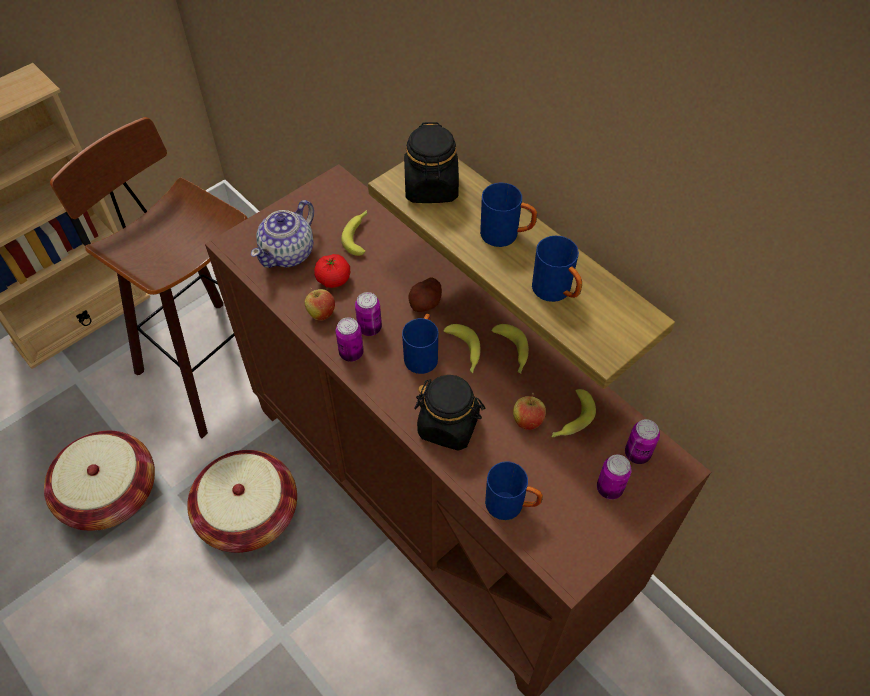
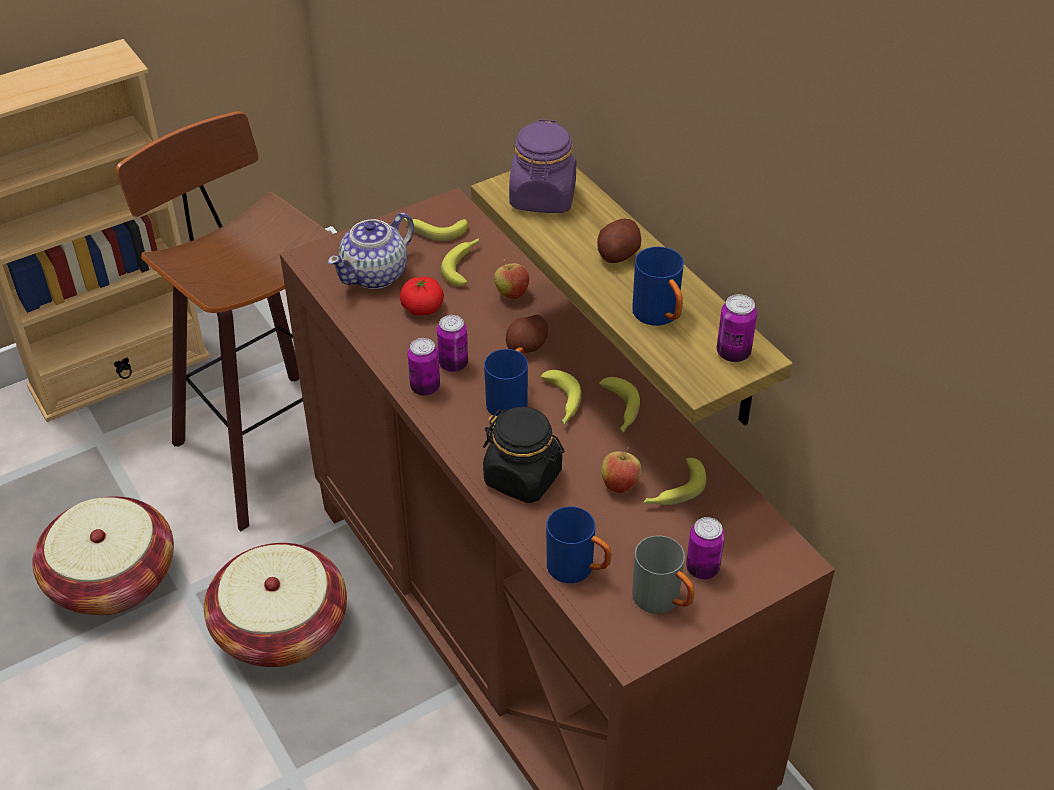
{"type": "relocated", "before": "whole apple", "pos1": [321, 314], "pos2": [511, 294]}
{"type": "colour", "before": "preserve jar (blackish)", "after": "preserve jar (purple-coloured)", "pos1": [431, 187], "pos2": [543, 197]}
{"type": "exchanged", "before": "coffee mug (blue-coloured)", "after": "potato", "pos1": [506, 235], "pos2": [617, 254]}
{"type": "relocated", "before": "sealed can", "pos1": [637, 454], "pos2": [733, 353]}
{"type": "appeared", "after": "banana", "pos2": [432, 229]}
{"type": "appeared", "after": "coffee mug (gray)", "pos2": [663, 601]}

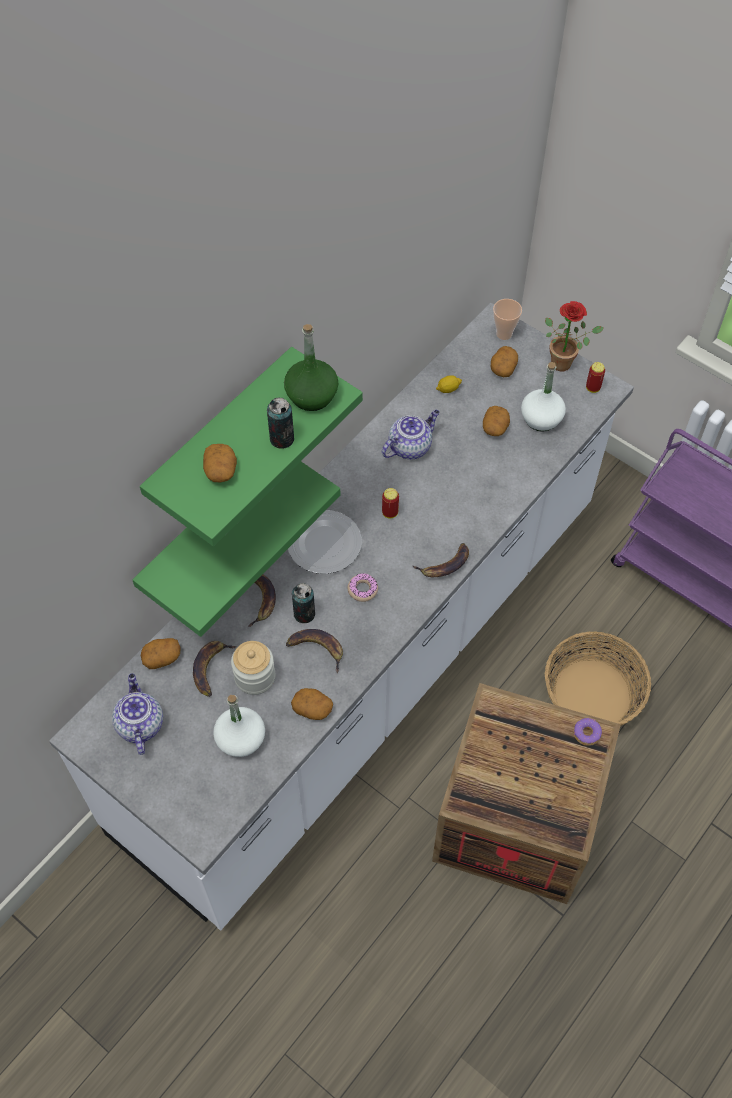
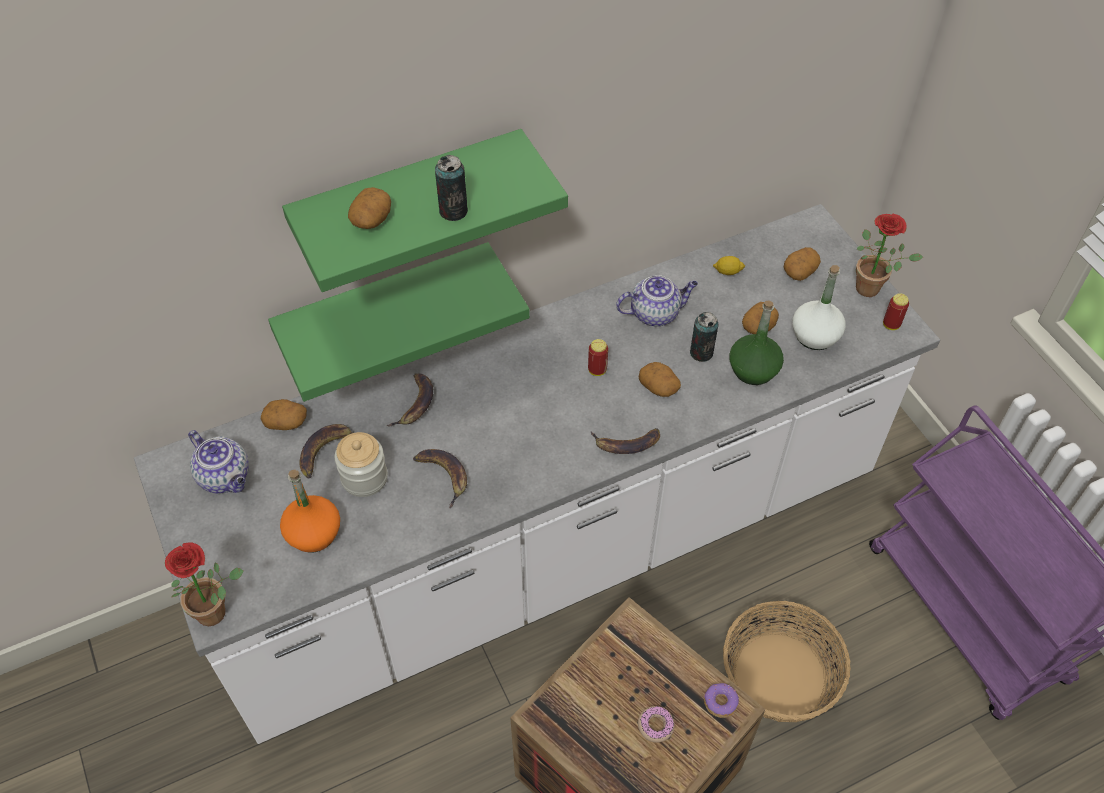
{"type": "spun", "before": "pot for tea", "pos1": [139, 724], "pos2": [226, 477], "turn": 120}
{"type": "colour", "before": "drink bottle (white)", "after": "drink bottle (orange)", "pos1": [240, 738], "pos2": [313, 533]}
{"type": "relocated", "before": "drink bottle (green)", "pos1": [311, 395], "pos2": [753, 369]}
{"type": "missing", "before": "flat dish", "pos1": [323, 543]}
{"type": "relocated", "before": "potato", "pos1": [313, 708], "pos2": [659, 387]}
{"type": "relocated", "before": "sealed can", "pos1": [304, 614], "pos2": [701, 353]}
{"type": "relocated", "before": "donut", "pos1": [362, 589], "pos2": [655, 726]}
{"type": "missing", "before": "drinking cup", "pos1": [504, 334]}
{"type": "appeared", "after": "houseplant", "pos2": [217, 610]}

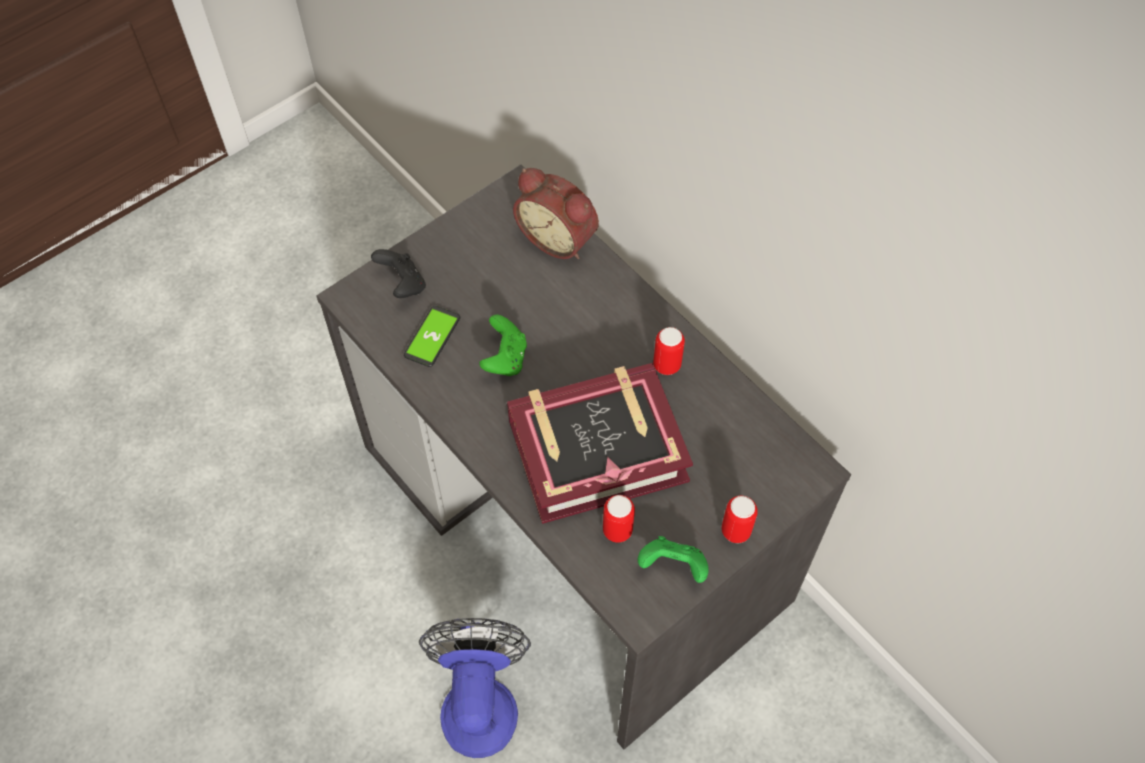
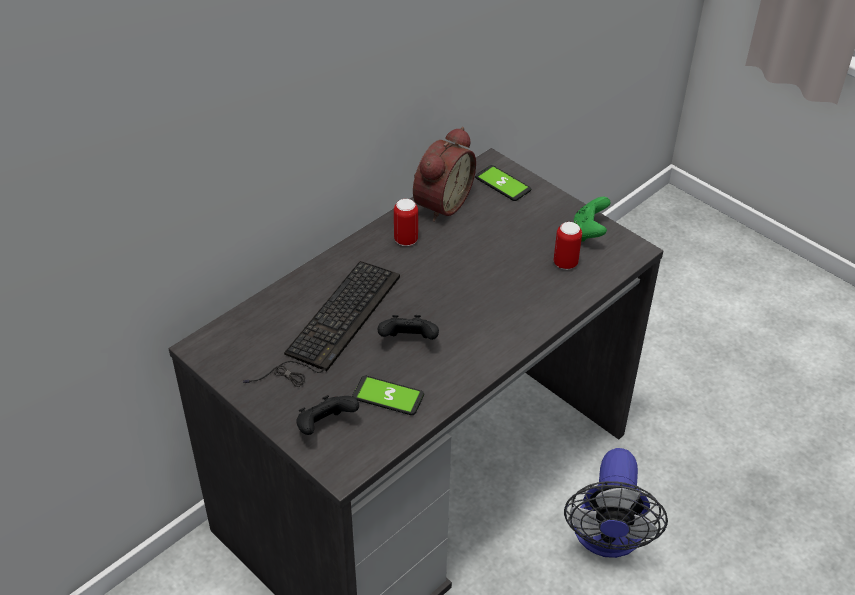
{"type": "spun", "before": "cooling fan", "pos1": [479, 701], "pos2": [607, 539], "turn": -75}
{"type": "colour", "before": "game controller (green)", "after": "game controller (blackish)", "pos1": [505, 359], "pos2": [409, 341]}
{"type": "missing", "before": "bound book", "pos1": [597, 449]}
{"type": "relocated", "before": "bedside clock", "pos1": [559, 237], "pos2": [440, 203]}
{"type": "missing", "before": "sealed can", "pos1": [736, 531]}
{"type": "appeared", "after": "computer keyboard", "pos2": [331, 326]}
{"type": "appeared", "after": "telephone", "pos2": [503, 184]}

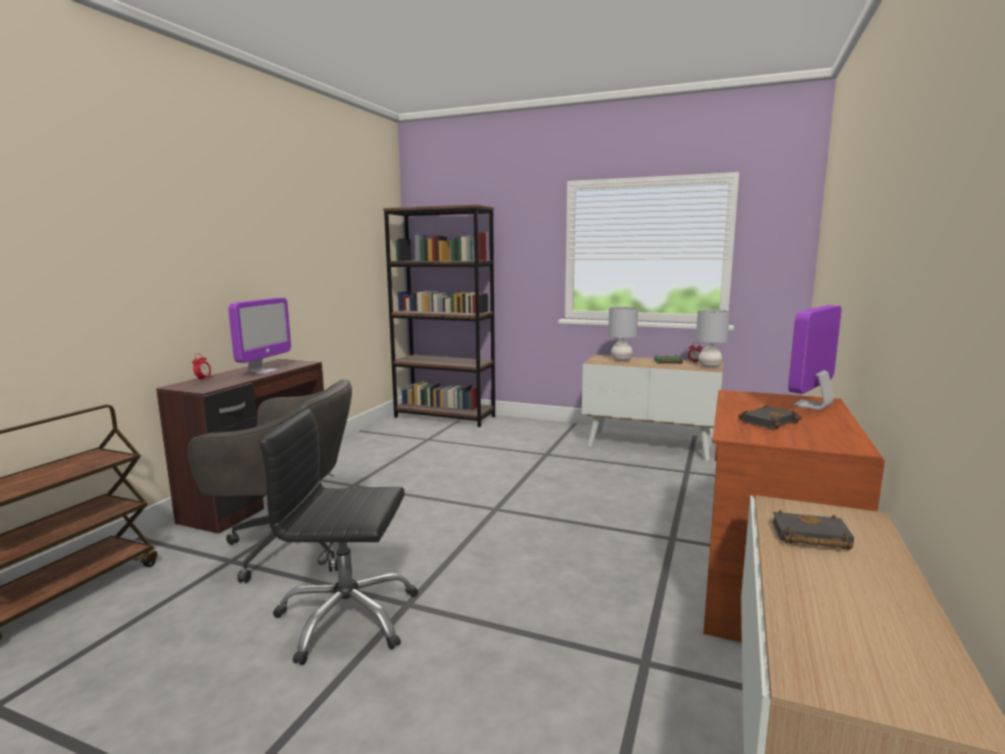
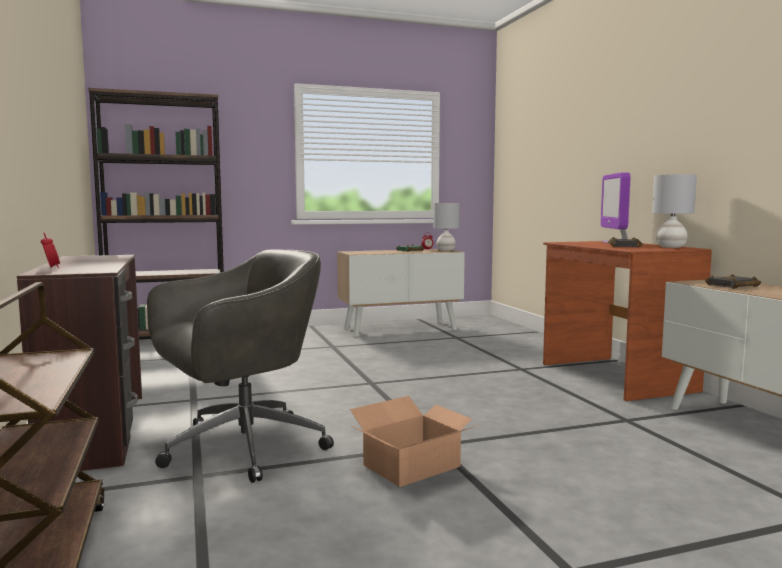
{"type": "missing", "before": "computer display", "pos1": [264, 371]}
{"type": "exchanged", "before": "office chair (blackish)", "after": "packing box", "pos1": [347, 617], "pos2": [410, 466]}
{"type": "relocated", "before": "lamp for a table (gray)", "pos1": [621, 360], "pos2": [671, 247]}

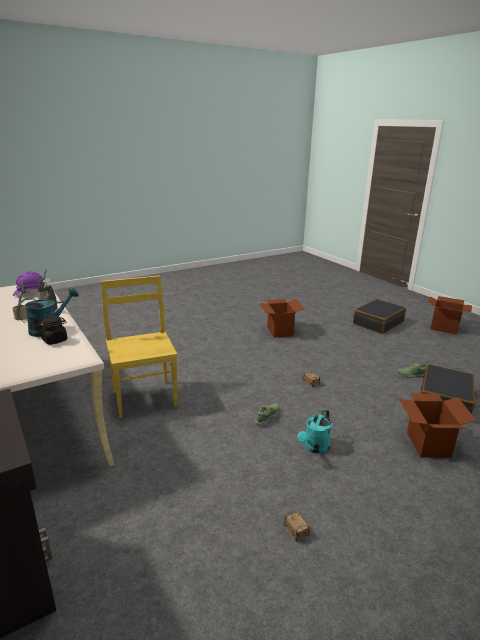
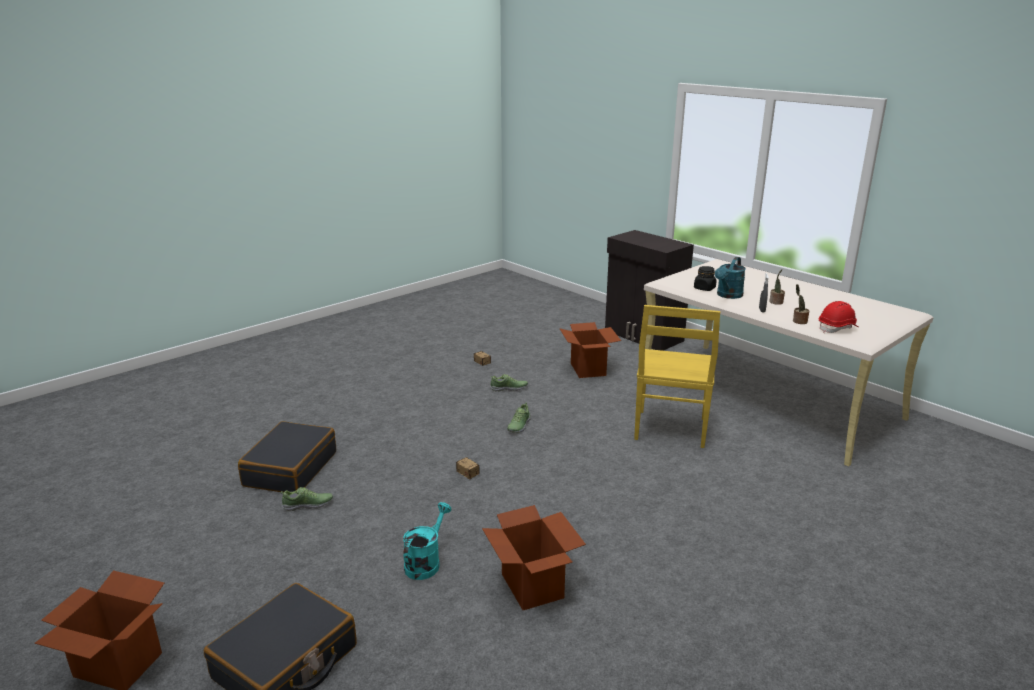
{"type": "colour", "before": "work helmet (purple-coloured)", "after": "work helmet (reddish)", "pos1": [30, 292], "pos2": [837, 328]}
{"type": "spun", "before": "plain chair (yellow-coloured)", "pos1": [144, 397], "pos2": [670, 430], "turn": 45}
{"type": "relocated", "before": "watering pot (blue-green)", "pos1": [314, 448], "pos2": [425, 562]}
{"type": "relocated", "before": "packing box", "pos1": [428, 444], "pos2": [588, 369]}
{"type": "appeared", "after": "item of footwear", "pos2": [509, 388]}

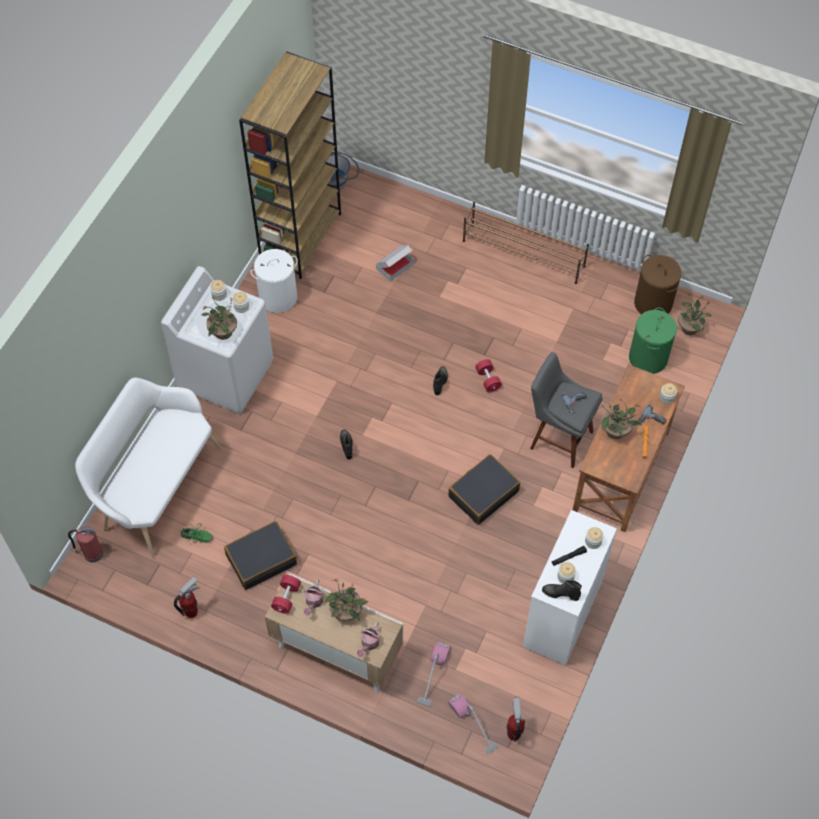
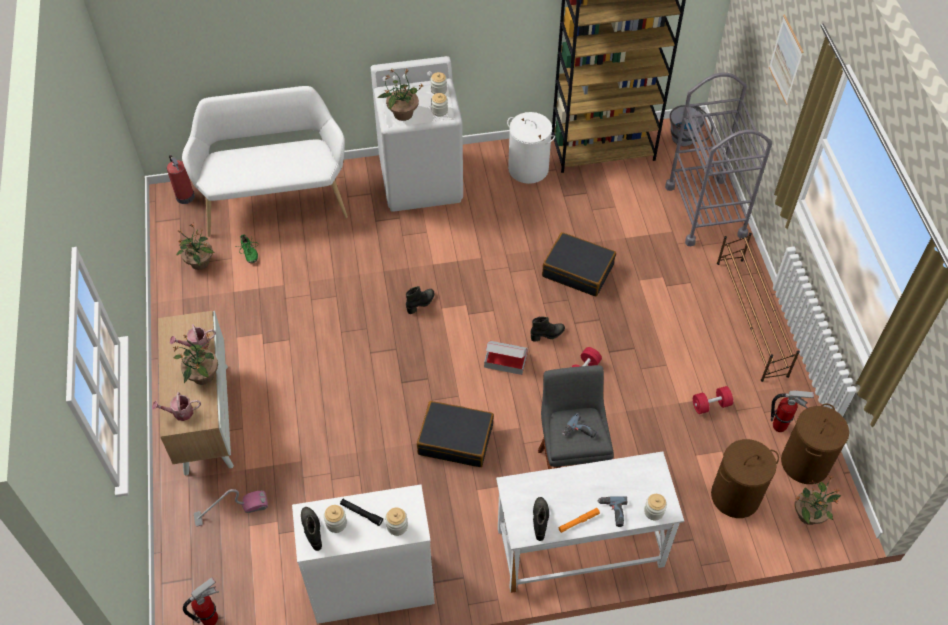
{"type": "relocated", "before": "fire extinguisher", "pos1": [192, 612], "pos2": [780, 426]}
{"type": "relocated", "before": "suitcase (blackish)", "pos1": [261, 559], "pos2": [578, 270]}
{"type": "relocated", "before": "dumbbell (reddish)", "pos1": [286, 597], "pos2": [711, 405]}
{"type": "relocated", "before": "packing box", "pos1": [395, 266], "pos2": [506, 360]}
{"type": "missing", "before": "vacuum cleaner", "pos1": [473, 725]}
{"type": "colour", "before": "desk table (brown-coloured)", "after": "desk table (white)", "pos1": [621, 471], "pos2": [580, 548]}
{"type": "relocated", "before": "houseplant", "pos1": [616, 431], "pos2": [200, 263]}
{"type": "colour", "before": "hamper (green)", "after": "hamper (brown-coloured)", "pos1": [648, 358], "pos2": [735, 496]}
{"type": "appeared", "after": "boot (blackish)", "pos2": [540, 520]}
{"type": "appeared", "after": "wheeled cart (gray)", "pos2": [705, 211]}
{"type": "appeared", "after": "wall art", "pos2": [786, 59]}

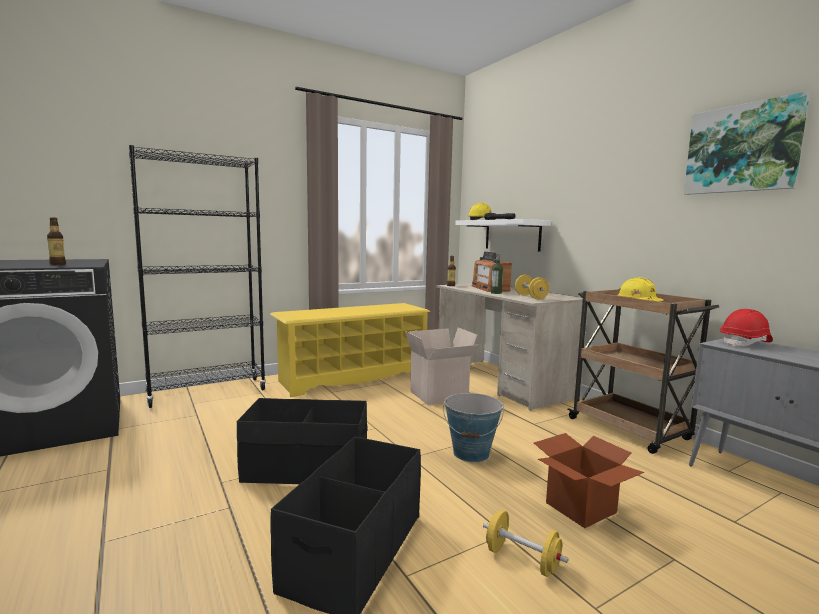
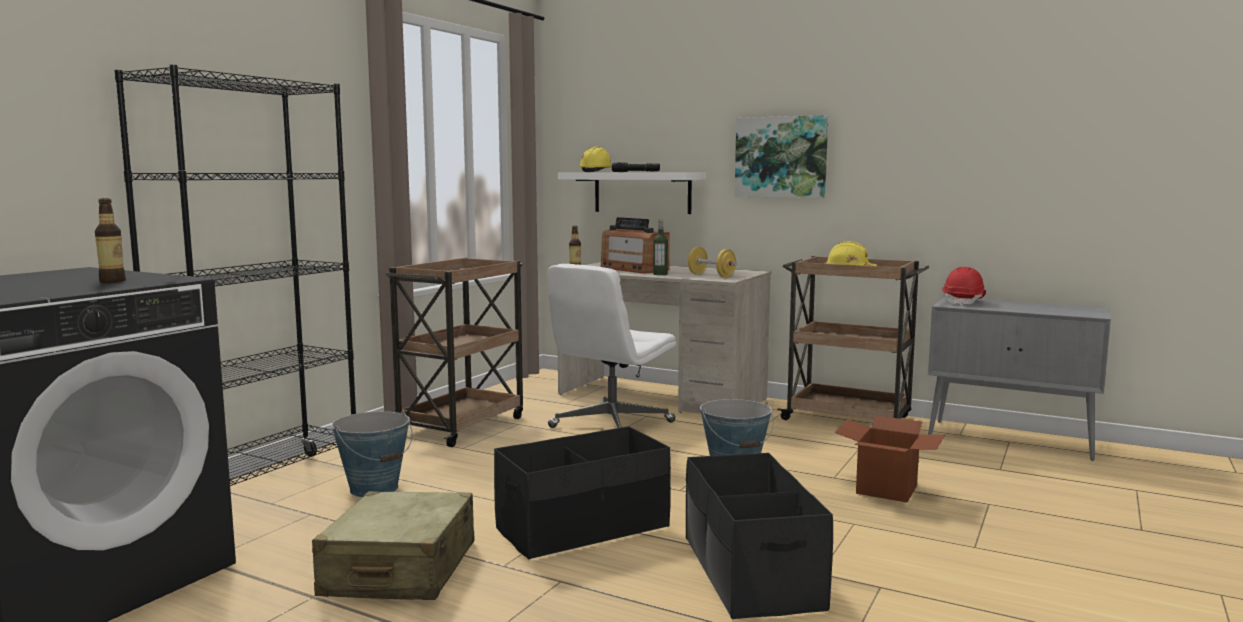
{"type": "exchanged", "before": "shoe rack (yellow-coloured)", "after": "wheeled cart (brown-coloured)", "pos1": [353, 377], "pos2": [462, 426]}
{"type": "exchanged", "before": "packing box", "after": "office chair (white)", "pos1": [439, 396], "pos2": [611, 425]}
{"type": "missing", "before": "dumbbell (yellow-coloured)", "pos1": [522, 560]}
{"type": "relocated", "before": "wall art", "pos1": [742, 149], "pos2": [781, 157]}
{"type": "appeared", "after": "suitcase (beige)", "pos2": [400, 570]}
{"type": "appeared", "after": "water bucket", "pos2": [374, 488]}

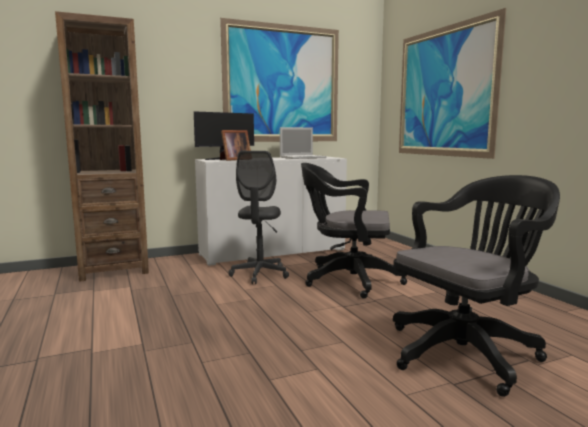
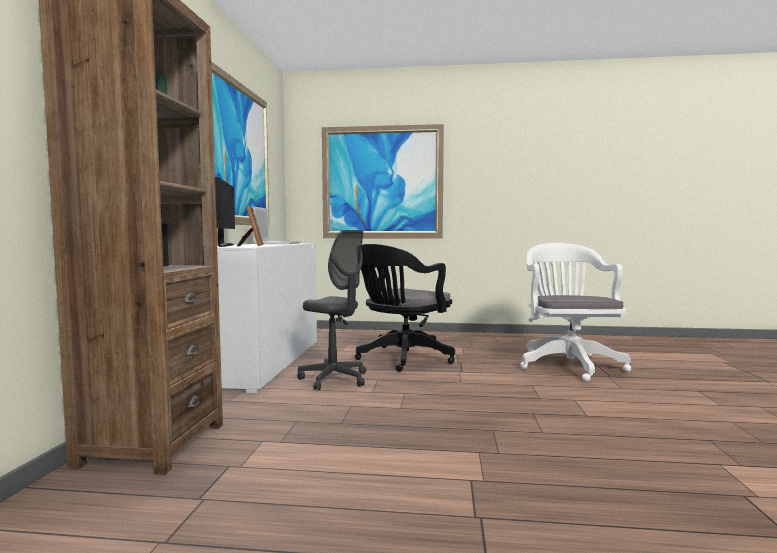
{"type": "colour", "before": "office chair (blackish)", "after": "office chair (white)", "pos1": [467, 351], "pos2": [568, 364]}

